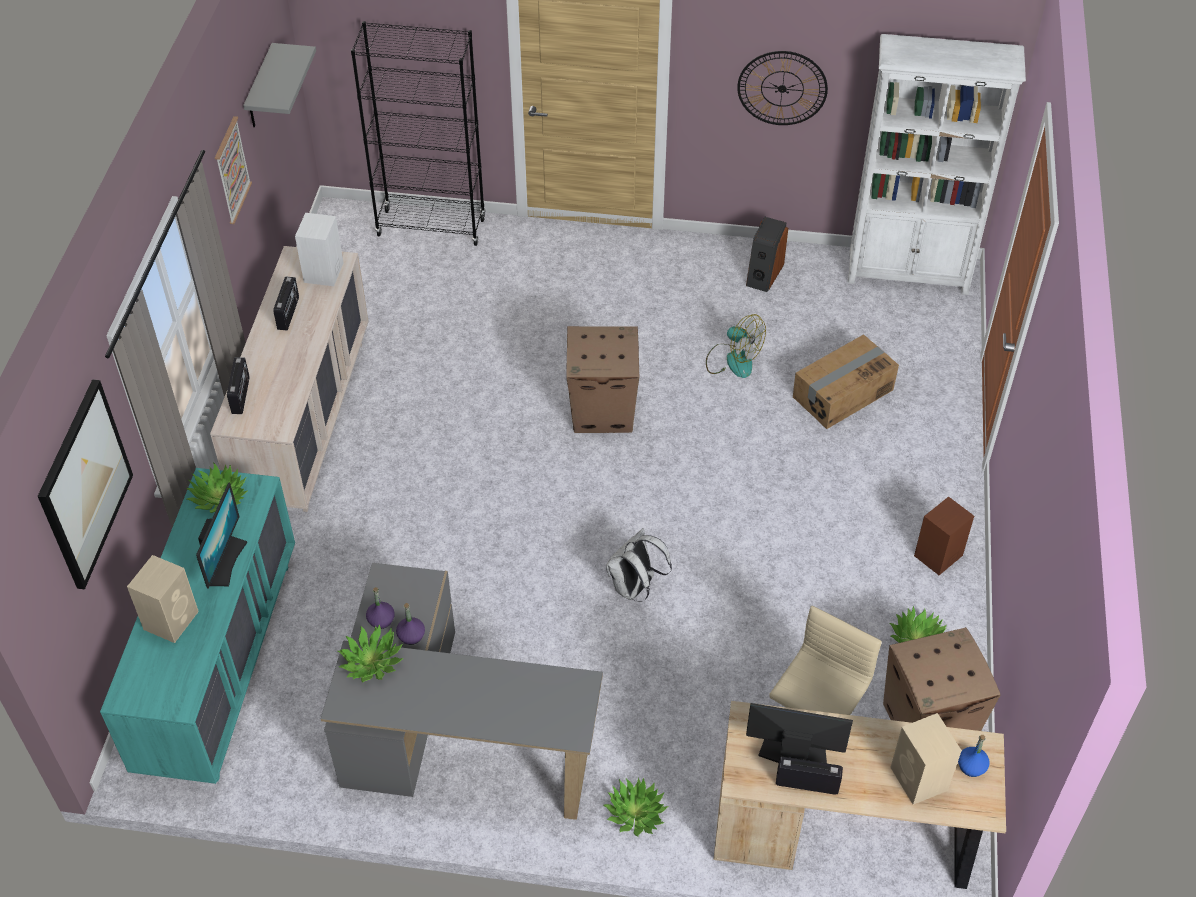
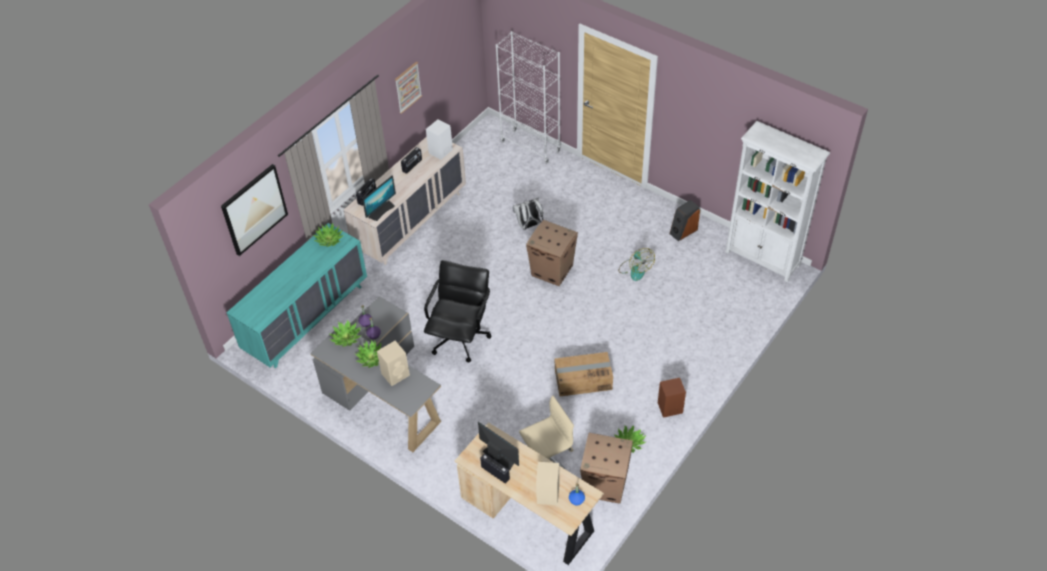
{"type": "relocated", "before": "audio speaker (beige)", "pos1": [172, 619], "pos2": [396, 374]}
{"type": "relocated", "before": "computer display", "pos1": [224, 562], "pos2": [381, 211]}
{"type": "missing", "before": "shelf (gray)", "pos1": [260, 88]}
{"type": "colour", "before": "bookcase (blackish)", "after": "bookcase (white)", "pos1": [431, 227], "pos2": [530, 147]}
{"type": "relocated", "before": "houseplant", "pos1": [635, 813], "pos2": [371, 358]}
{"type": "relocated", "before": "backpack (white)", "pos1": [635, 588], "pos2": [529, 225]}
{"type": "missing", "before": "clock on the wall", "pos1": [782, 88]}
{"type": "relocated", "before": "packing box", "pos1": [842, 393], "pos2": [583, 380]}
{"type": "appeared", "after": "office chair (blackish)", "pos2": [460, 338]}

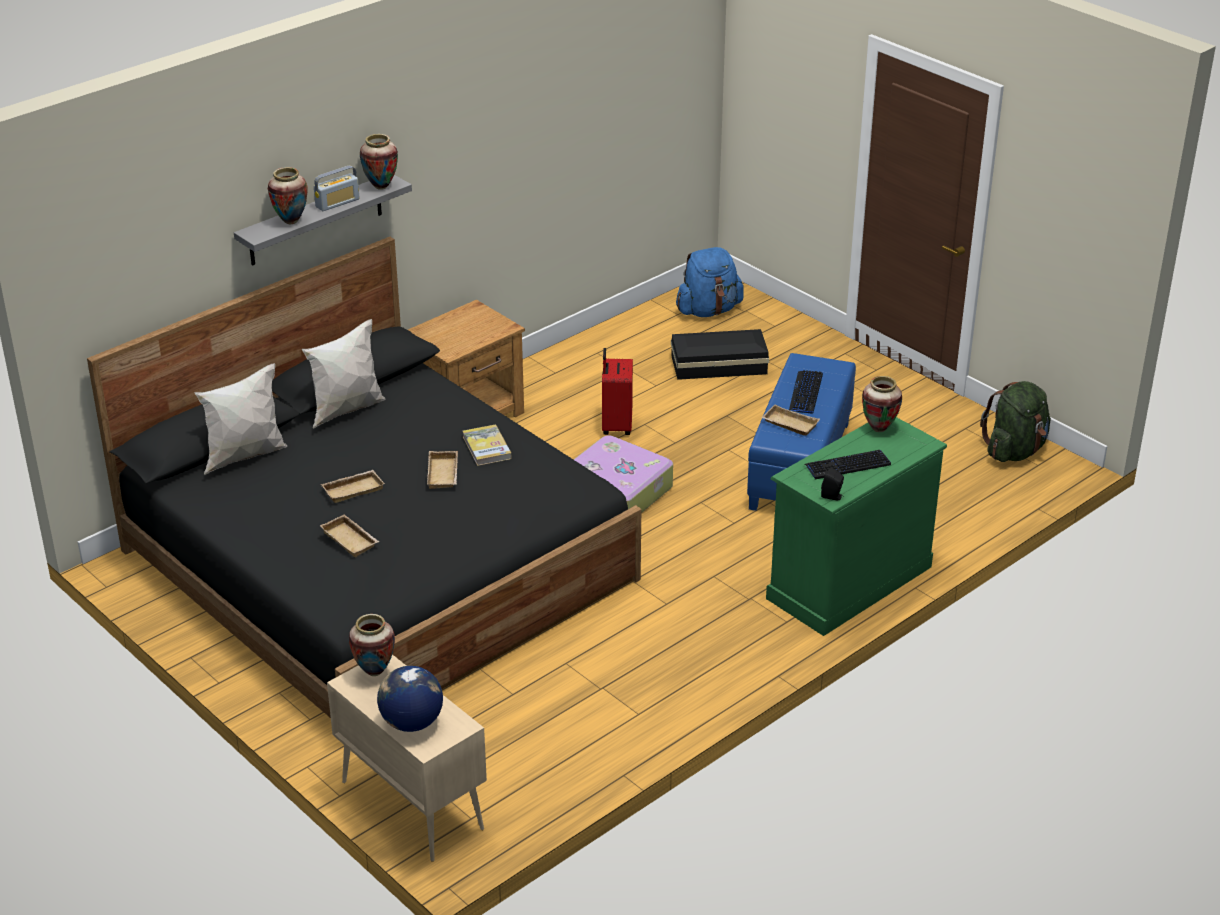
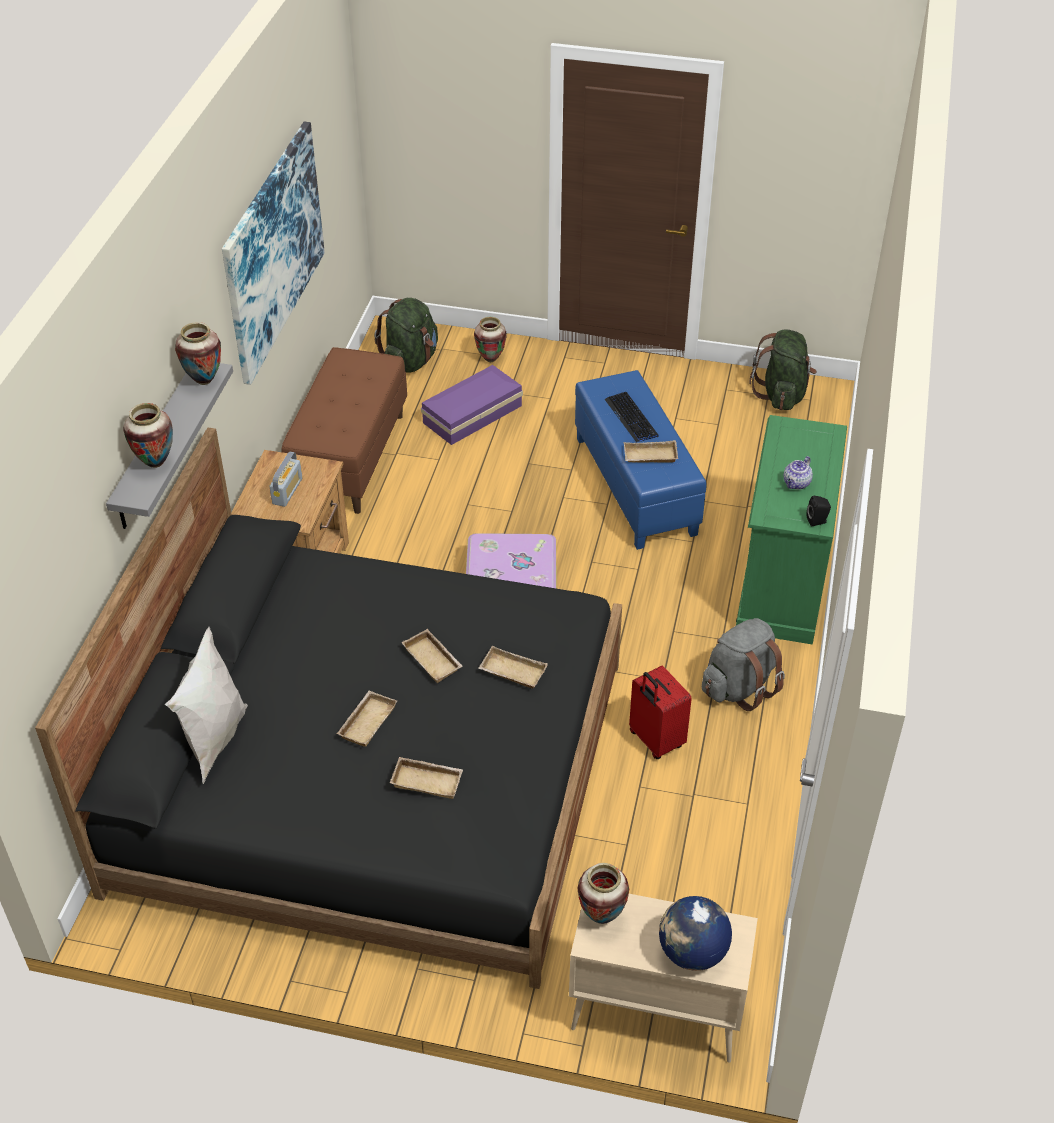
{"type": "missing", "before": "cushion (white)", "pos1": [347, 410]}
{"type": "relocated", "before": "radio set", "pos1": [337, 203], "pos2": [287, 491]}
{"type": "missing", "before": "bound book", "pos1": [486, 447]}
{"type": "relocated", "before": "suitcase (reddish)", "pos1": [615, 426], "pos2": [655, 740]}
{"type": "colour", "before": "storage container (blackish)", "after": "storage container (purple-coloured)", "pos1": [717, 364], "pos2": [470, 414]}
{"type": "colour", "before": "backpack (blue-coloured)", "after": "backpack (green)", "pos1": [709, 310], "pos2": [410, 362]}
{"type": "exchanged", "before": "computer keyboard", "after": "pot for tea", "pos1": [847, 465], "pos2": [796, 484]}
{"type": "relocated", "before": "vase", "pos1": [879, 429], "pos2": [490, 359]}
{"type": "appeared", "after": "wall art", "pos2": [273, 250]}
{"type": "appeared", "after": "bench (brown-coloured)", "pos2": [349, 457]}
{"type": "appeared", "after": "serving tray (beige)", "pos2": [511, 672]}
{"type": "appeared", "after": "backpack (gray)", "pos2": [739, 687]}

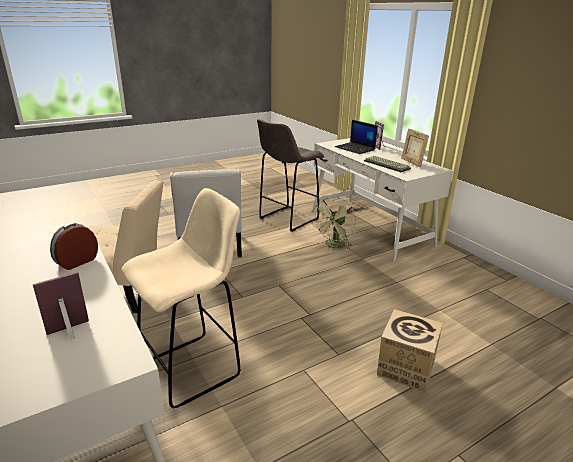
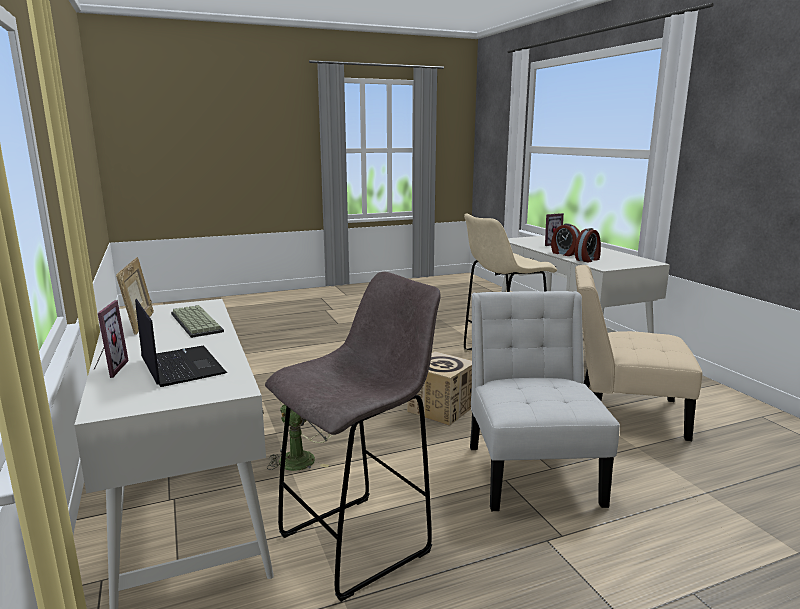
{"type": "relocated", "before": "packing box", "pos1": [405, 367], "pos2": [441, 409]}
{"type": "appeared", "after": "bedside clock", "pos2": [564, 254]}

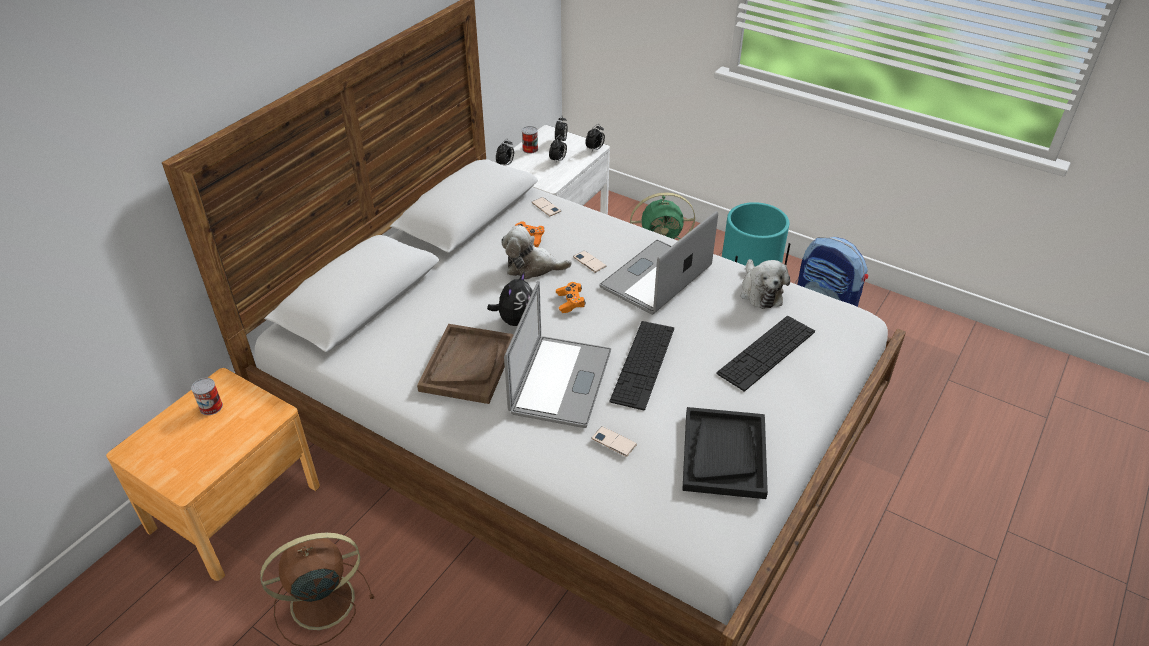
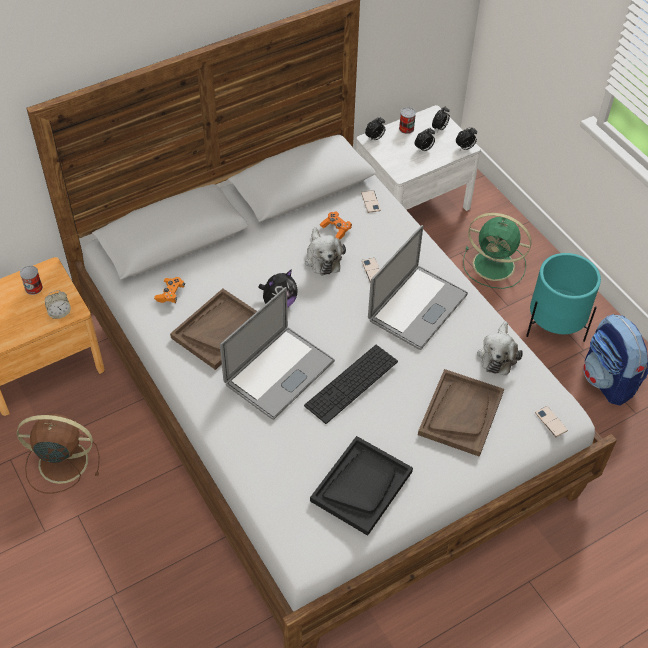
{"type": "spun", "before": "plush toy", "pos1": [532, 267], "pos2": [322, 258], "turn": -135}
{"type": "relocated", "before": "game controller (orange)", "pos1": [570, 302], "pos2": [170, 294]}
{"type": "relocated", "before": "telephone", "pos1": [614, 441], "pos2": [551, 421]}
{"type": "spun", "before": "portable computer", "pos1": [656, 277], "pos2": [417, 307], "turn": 150}
{"type": "exchanged", "before": "computer keyboard", "after": "serving tray (brown-coloured)", "pos1": [766, 352], "pos2": [460, 413]}
{"type": "appeared", "after": "bedside clock", "pos2": [60, 313]}

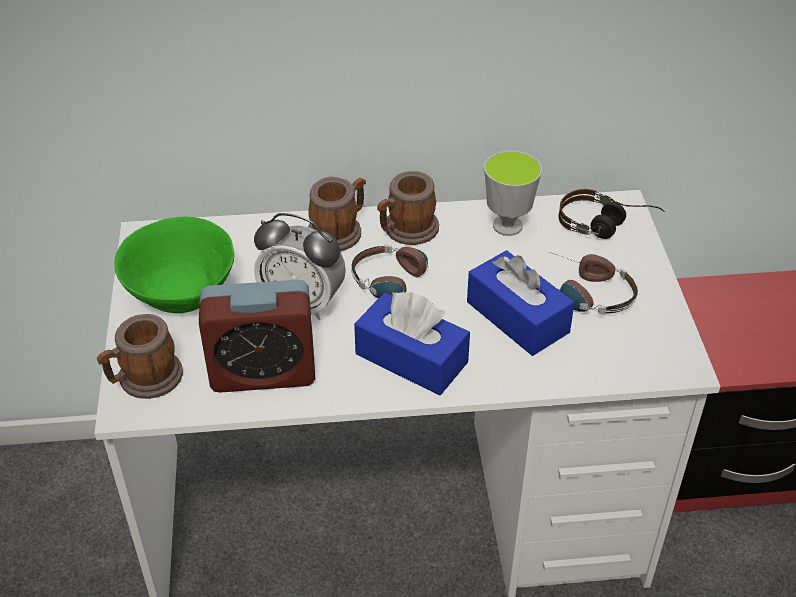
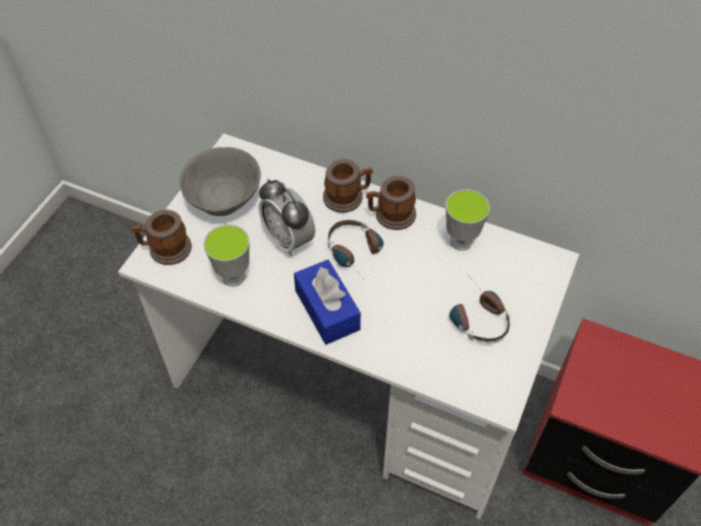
{"type": "colour", "before": "serving bowl (green)", "after": "serving bowl (gray)", "pos1": [179, 292], "pos2": [223, 199]}
{"type": "exchanged", "before": "bedside clock", "after": "drinking cup", "pos1": [263, 372], "pos2": [233, 277]}
{"type": "missing", "before": "tissue box (blue-coloured)", "pos1": [517, 317]}
{"type": "missing", "before": "headset", "pos1": [606, 226]}

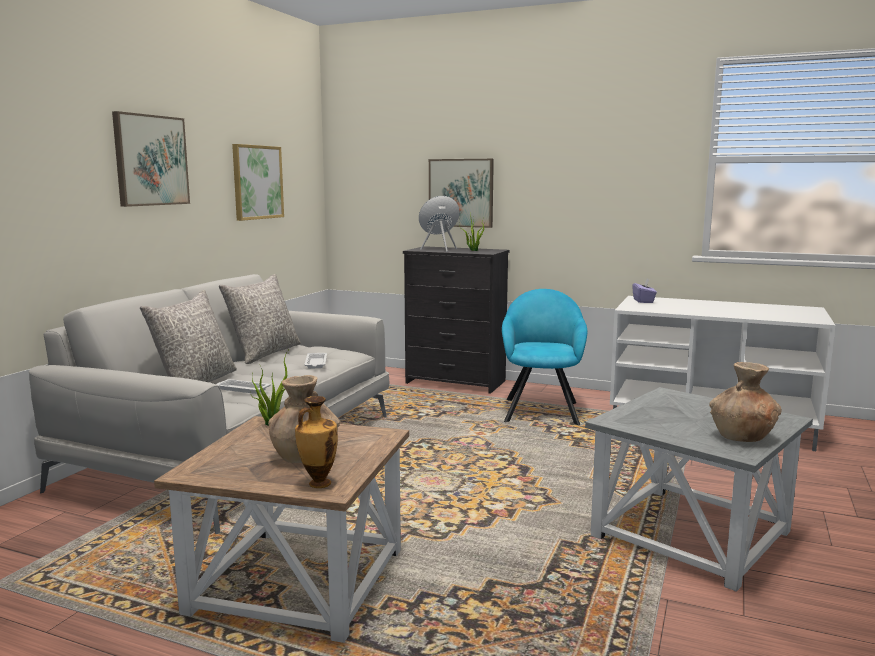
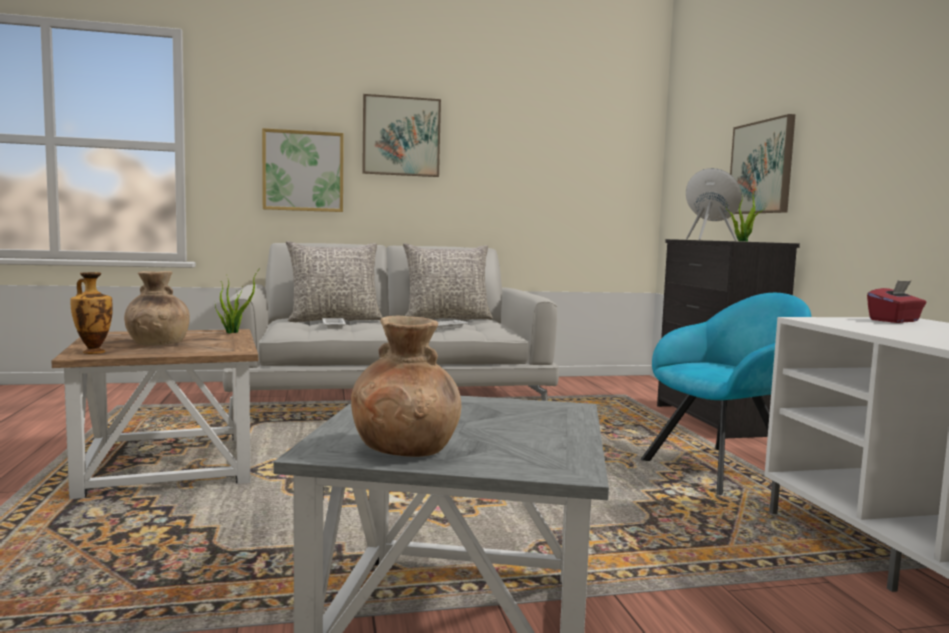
{"type": "relocated", "before": "wall art", "pos1": [257, 182], "pos2": [303, 171]}
{"type": "colour", "before": "tissue box (purple-coloured)", "after": "tissue box (reddish)", "pos1": [643, 301], "pos2": [894, 321]}

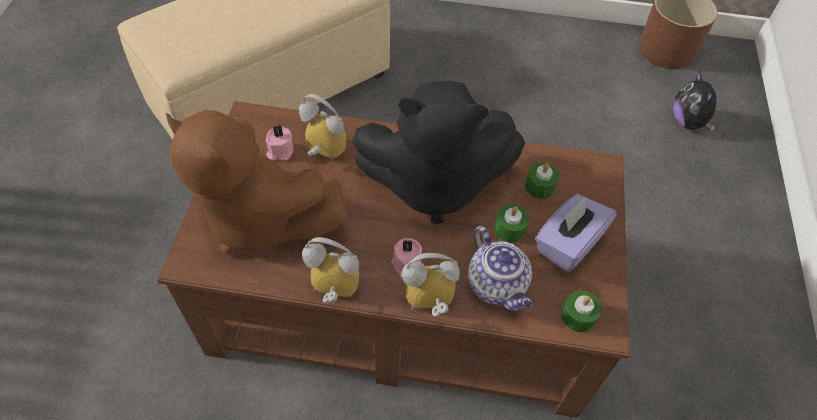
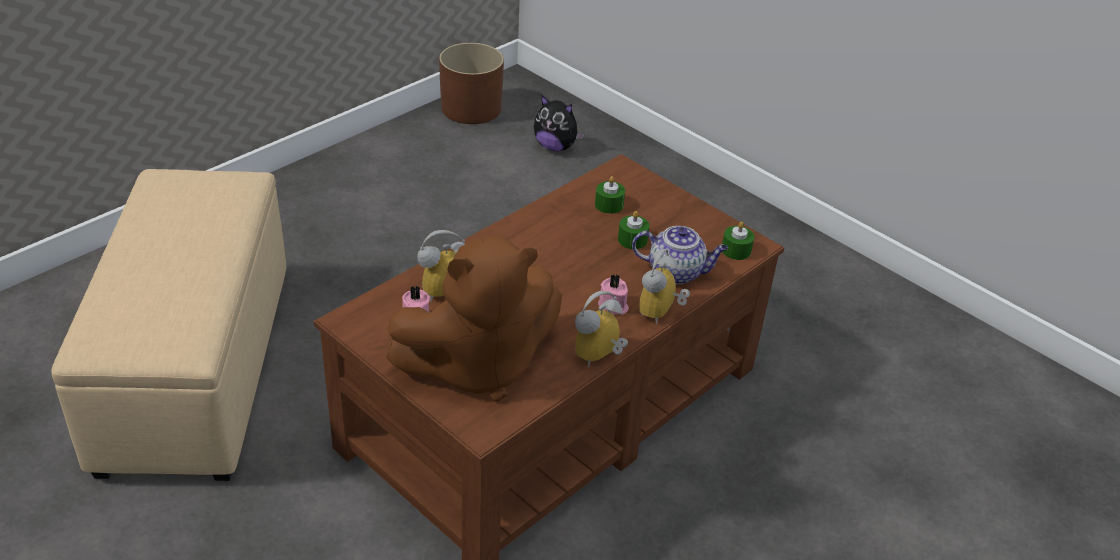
{"type": "missing", "before": "plush toy (blackish)", "pos1": [433, 185]}
{"type": "missing", "before": "tissue box (purple-coloured)", "pos1": [568, 244]}

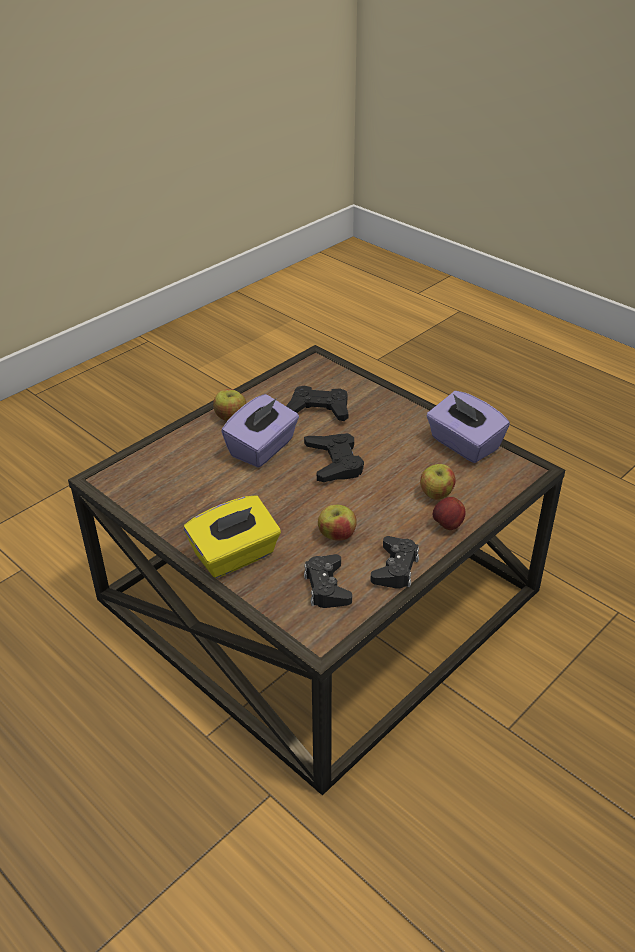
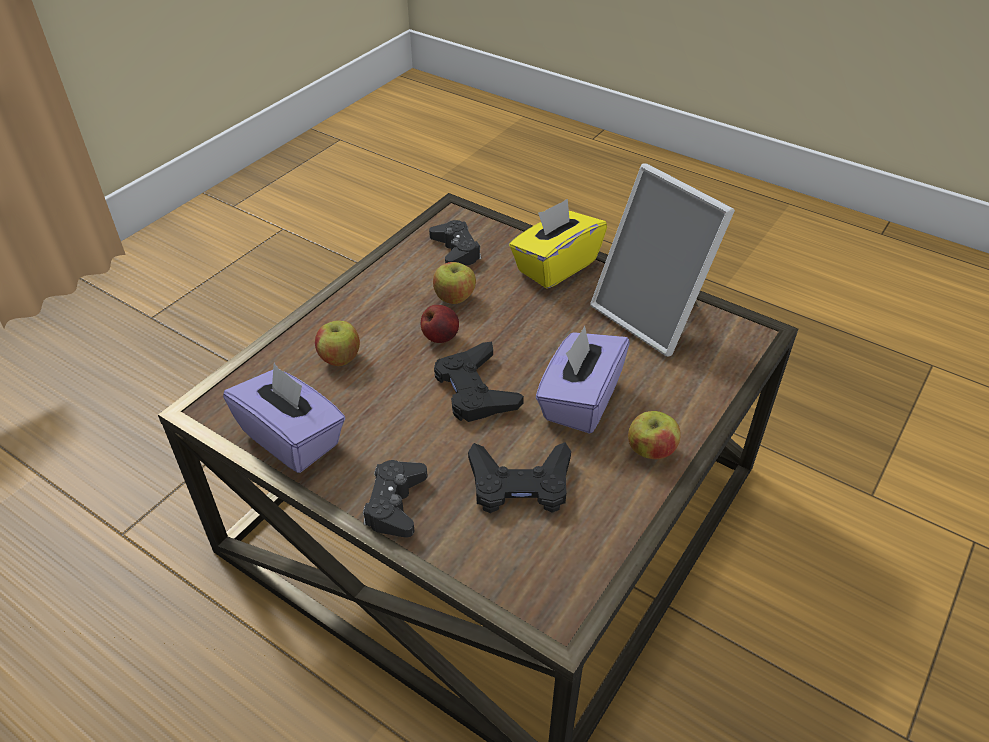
{"type": "relocated", "before": "game controller (blackish)", "pos1": [395, 568], "pos2": [395, 504]}
{"type": "relocated", "before": "whole apple", "pos1": [447, 525], "pos2": [440, 337]}
{"type": "appeared", "after": "standing frame", "pos2": [653, 316]}

